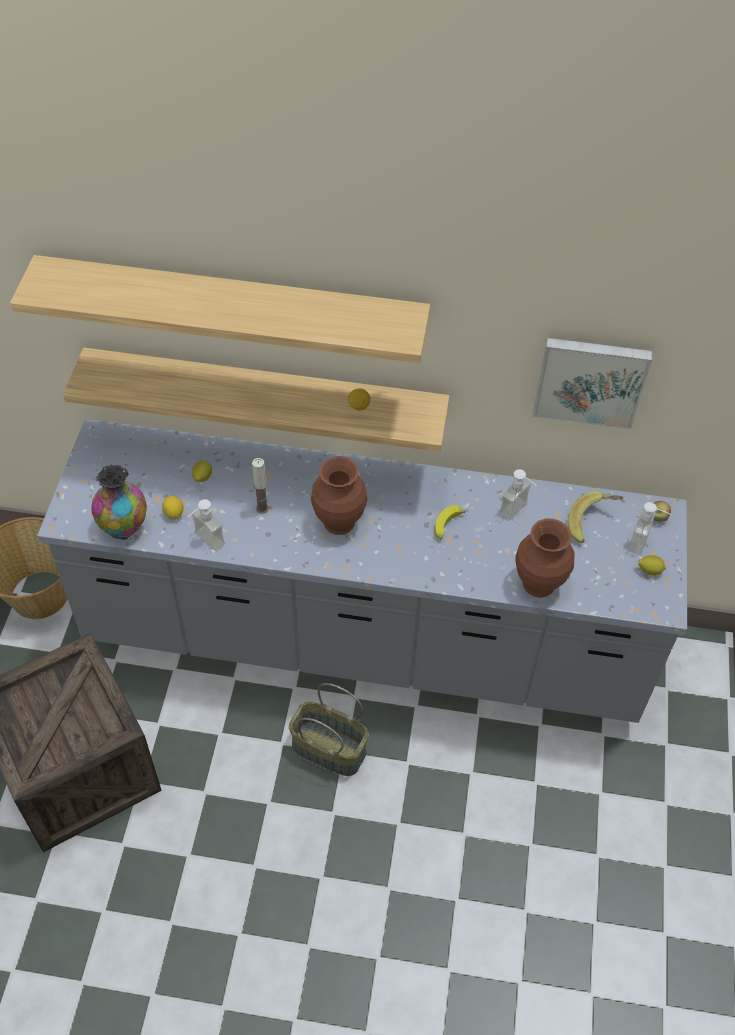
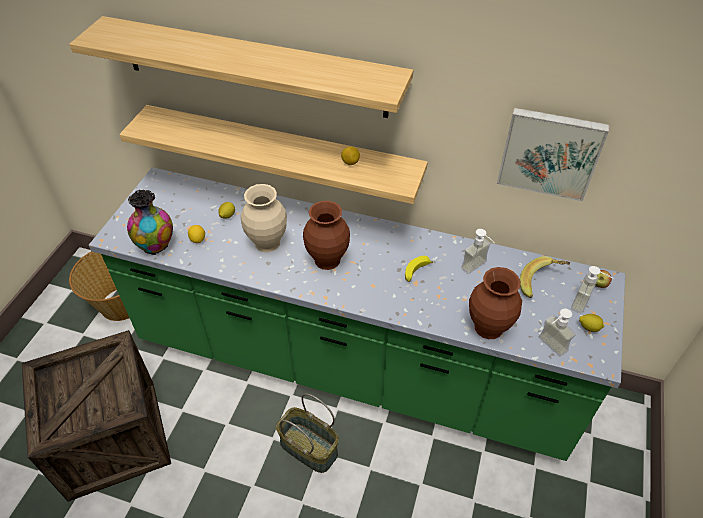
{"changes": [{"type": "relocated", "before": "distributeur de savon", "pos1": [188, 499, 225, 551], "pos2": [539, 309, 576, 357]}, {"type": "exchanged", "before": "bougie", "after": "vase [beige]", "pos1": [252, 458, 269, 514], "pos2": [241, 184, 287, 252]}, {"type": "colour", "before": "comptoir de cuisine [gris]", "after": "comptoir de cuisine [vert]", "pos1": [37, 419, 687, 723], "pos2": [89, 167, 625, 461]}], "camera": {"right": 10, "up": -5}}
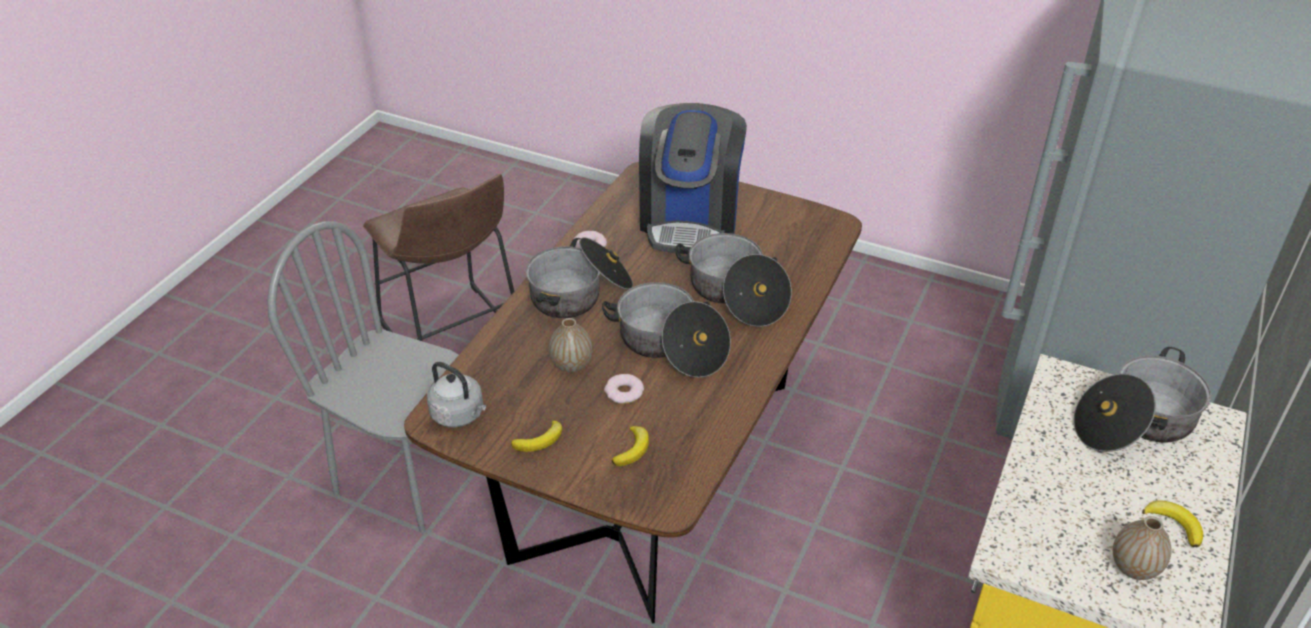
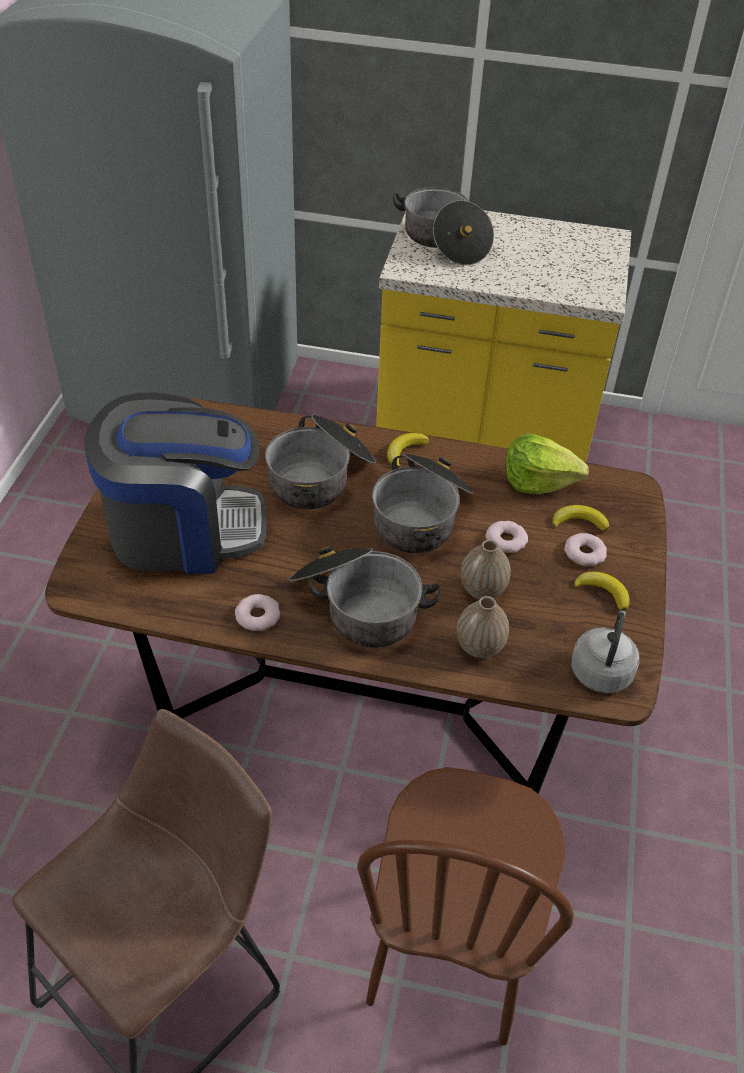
{"changes": [{"type": "appeared", "after": "laitue", "pos2": [505, 434, 589, 494]}, {"type": "appeared", "after": "beignet", "pos2": [564, 533, 607, 566]}, {"type": "relocated", "before": "vase", "pos1": [1113, 516, 1172, 580], "pos2": [457, 596, 509, 658]}, {"type": "relocated", "before": "banane", "pos1": [1142, 500, 1203, 547], "pos2": [387, 433, 429, 469]}, {"type": "colour", "before": "chaise [gris]", "after": "chaise [marron]", "pos1": [267, 221, 459, 533], "pos2": [357, 767, 574, 1046]}], "camera": {"right": -105, "up": 5}}
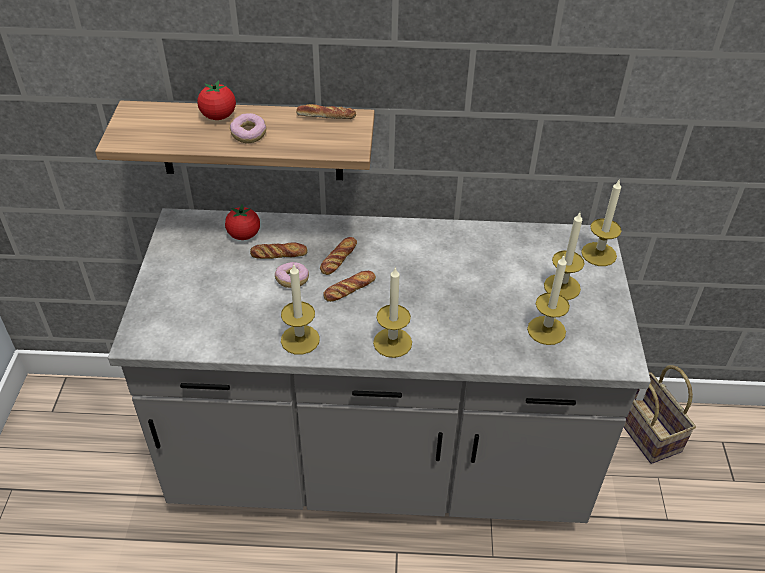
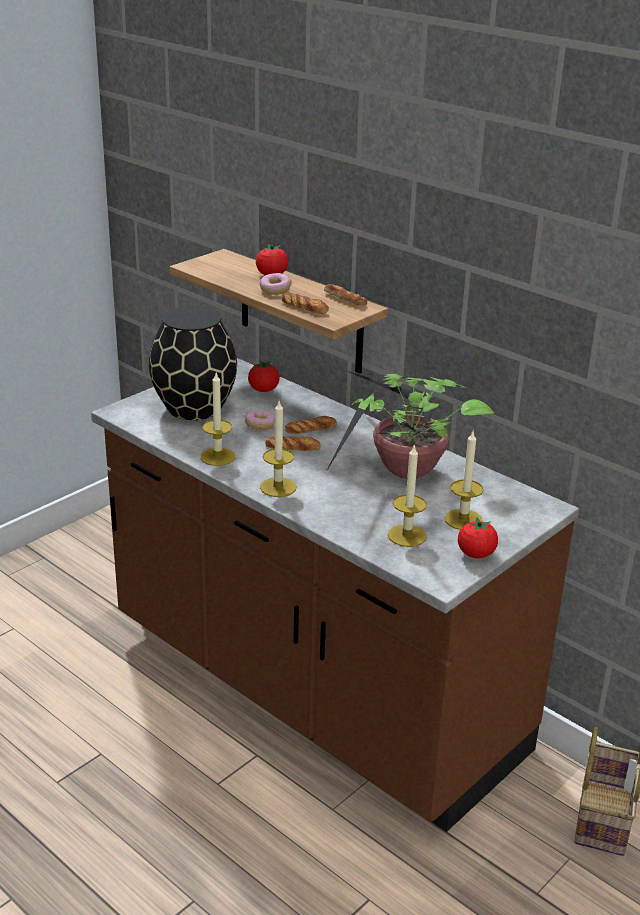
{"changes": [{"type": "missing", "before": "bougie", "pos1": [581, 180, 622, 266]}, {"type": "appeared", "after": "vase [noir]", "pos2": [149, 306, 237, 420]}, {"type": "appeared", "after": "plante en pot", "pos2": [327, 370, 494, 479]}, {"type": "appeared", "after": "tomate", "pos2": [458, 517, 498, 558]}, {"type": "relocated", "before": "pain", "pos1": [250, 243, 308, 259], "pos2": [282, 292, 329, 314]}, {"type": "colour", "before": "comptoir de cuisine [gris]", "after": "comptoir de cuisine [marron]", "pos1": [108, 208, 651, 523], "pos2": [91, 358, 579, 832]}], "camera": {"right": 40, "up": -15}}
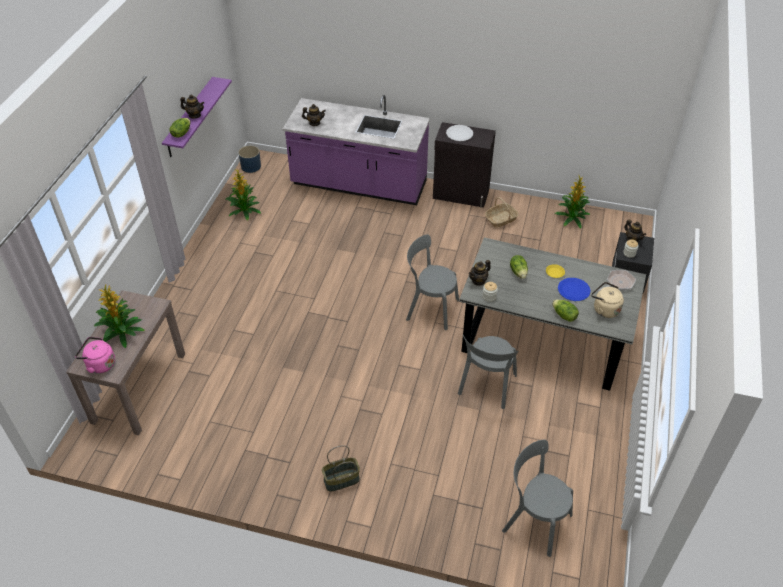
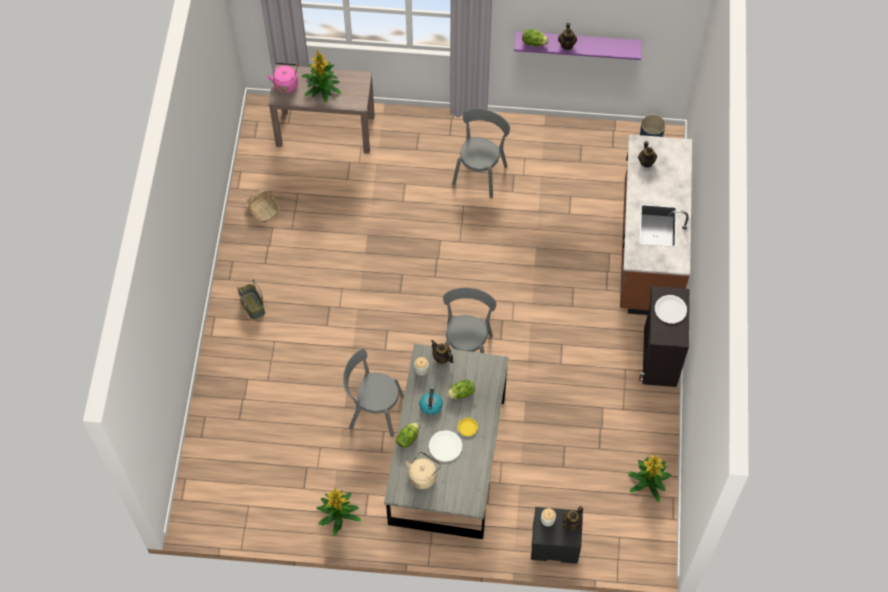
{"changes": [{"type": "missing", "before": "poêle", "pos1": [597, 270, 636, 292]}, {"type": "appeared", "after": "bouilloire", "pos2": [419, 387, 443, 415]}, {"type": "relocated", "before": "plante en pot", "pos1": [225, 169, 261, 221], "pos2": [316, 488, 361, 537]}, {"type": "relocated", "before": "panier", "pos1": [485, 197, 518, 227], "pos2": [245, 190, 280, 223]}, {"type": "relocated", "before": "chaise [gris]", "pos1": [502, 440, 573, 557], "pos2": [452, 109, 510, 198]}, {"type": "colour", "before": "comptoir de cuisine [violet]", "after": "comptoir de cuisine [marron]", "pos1": [283, 95, 430, 205], "pos2": [620, 135, 692, 315]}, {"type": "colour", "before": "assiette [bleu]", "after": "assiette [blanc]", "pos1": [558, 278, 591, 301], "pos2": [429, 430, 462, 462]}], "camera": {"right": 80, "up": 15}}
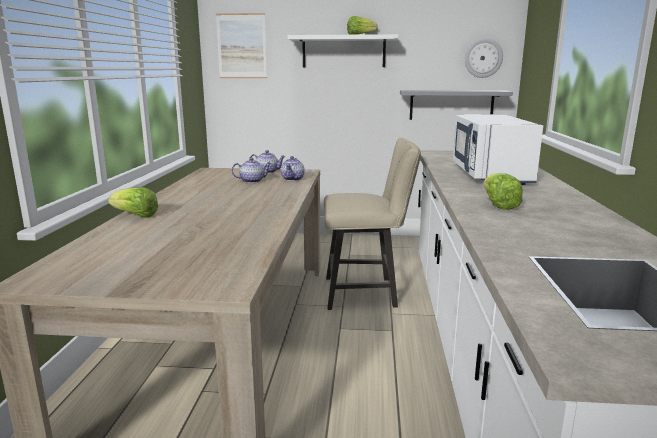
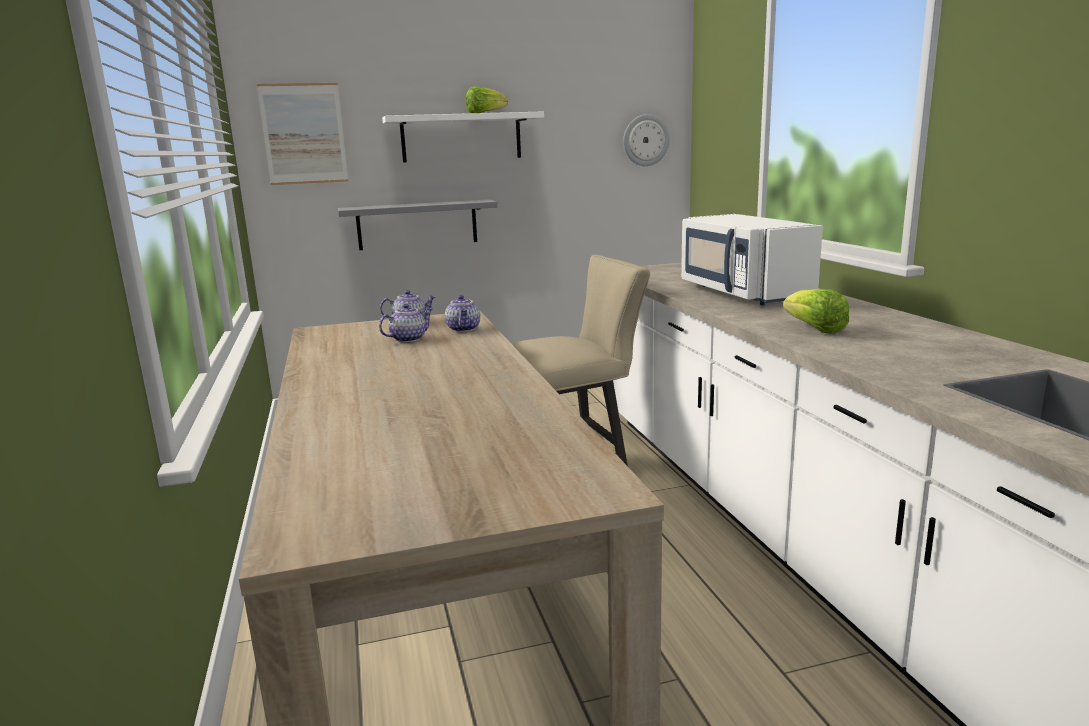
{"changes": [{"type": "missing", "before": "laitue", "pos1": [108, 187, 158, 218]}, {"type": "relocated", "before": "étagère [gris]", "pos1": [400, 90, 513, 120], "pos2": [338, 199, 498, 250]}], "camera": {"right": -20, "up": 0}}
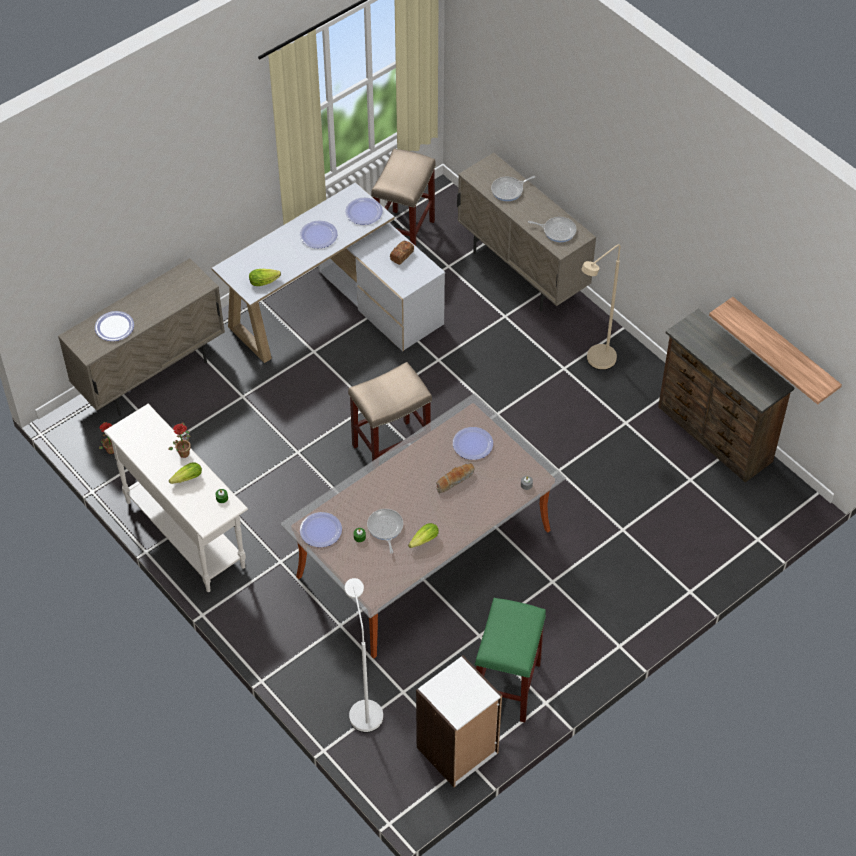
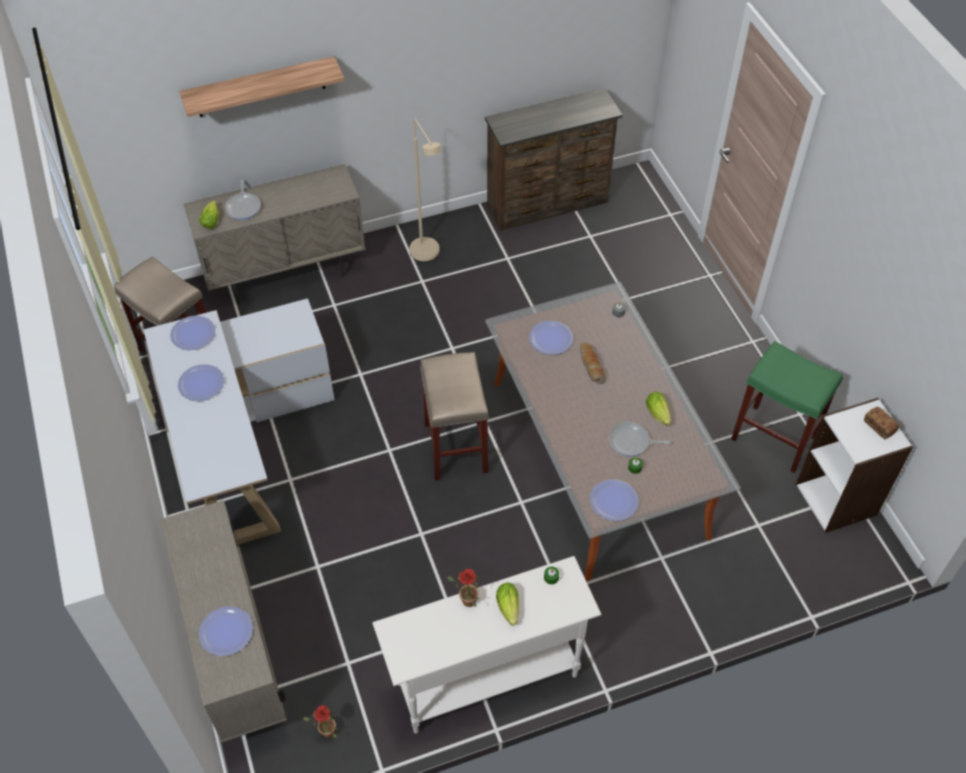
{"changes": [{"type": "missing", "before": "lampadaire [blanc]", "pos1": [344, 578, 383, 733]}, {"type": "missing", "before": "poêle", "pos1": [528, 217, 576, 242]}, {"type": "relocated", "before": "laitue", "pos1": [249, 269, 281, 286], "pos2": [200, 200, 219, 229]}, {"type": "relocated", "before": "pain", "pos1": [390, 241, 414, 265], "pos2": [864, 407, 899, 439]}, {"type": "relocated", "before": "étagère", "pos1": [709, 297, 842, 405], "pos2": [179, 56, 345, 117]}], "camera": {"right": -70, "up": 0}}
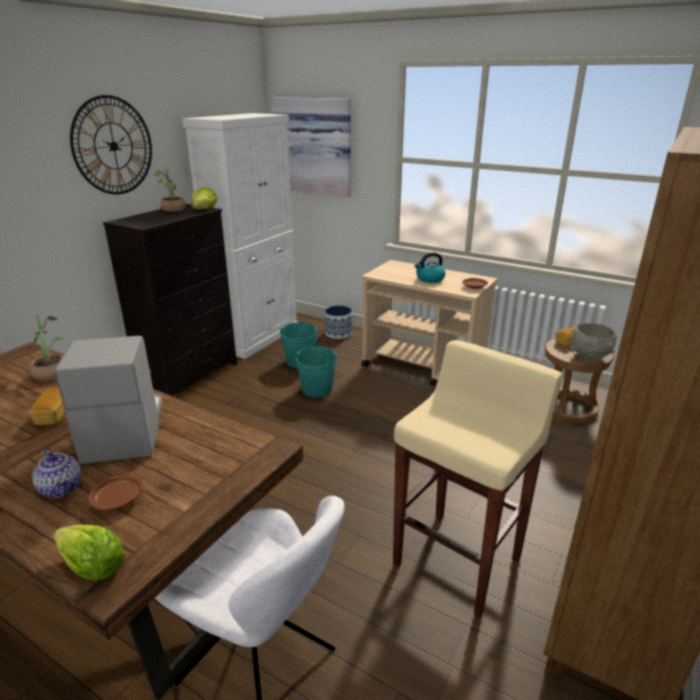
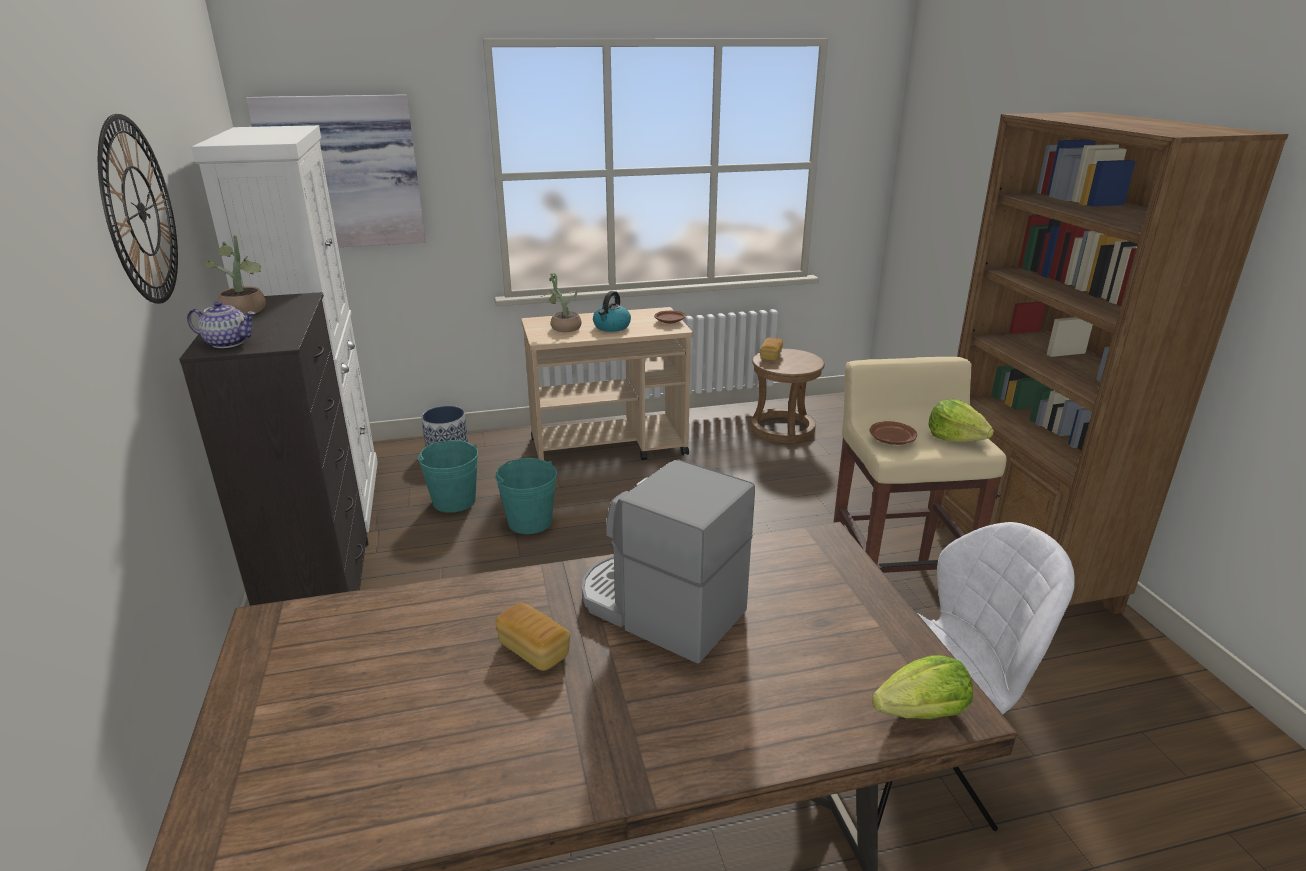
{"changes": [{"type": "missing", "before": "bol [gris]", "pos1": [571, 323, 618, 361]}, {"type": "relocated", "before": "plante en pot", "pos1": [30, 314, 63, 381], "pos2": [541, 273, 582, 332]}, {"type": "relocated", "before": "théière", "pos1": [33, 448, 82, 498], "pos2": [187, 301, 256, 348]}, {"type": "relocated", "before": "assiette [marron]", "pos1": [88, 474, 143, 510], "pos2": [870, 421, 917, 445]}, {"type": "relocated", "before": "laitue", "pos1": [192, 188, 217, 210], "pos2": [928, 399, 994, 442]}], "camera": {"right": -45, "up": 0}}
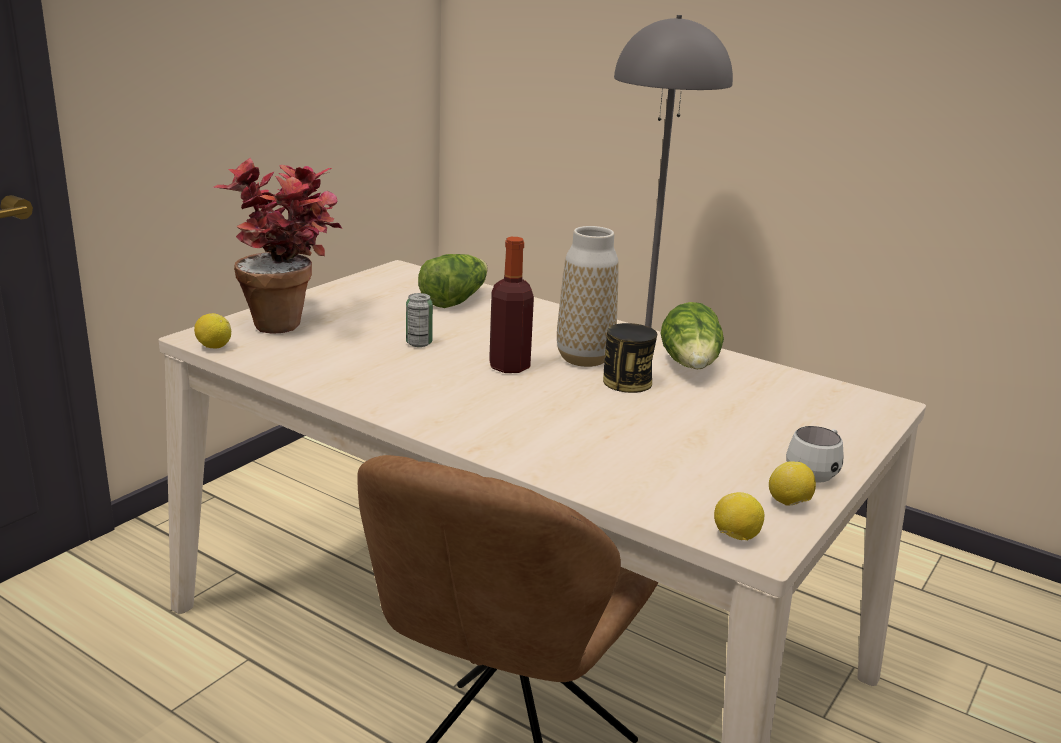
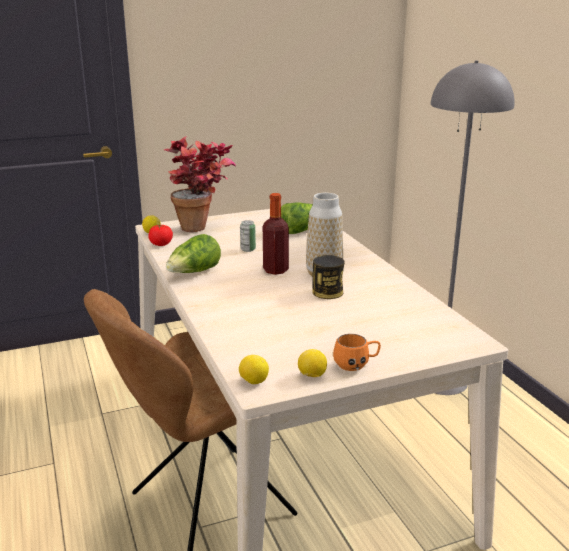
{"changes": [{"type": "appeared", "after": "tomate", "pos2": [148, 225, 173, 246]}, {"type": "relocated", "before": "laitue", "pos1": [660, 302, 724, 369], "pos2": [166, 234, 221, 273]}, {"type": "colour", "before": "mug [blanc]", "after": "mug [orange]", "pos1": [786, 426, 843, 483], "pos2": [333, 334, 381, 371]}], "camera": {"right": 35, "up": 0}}
